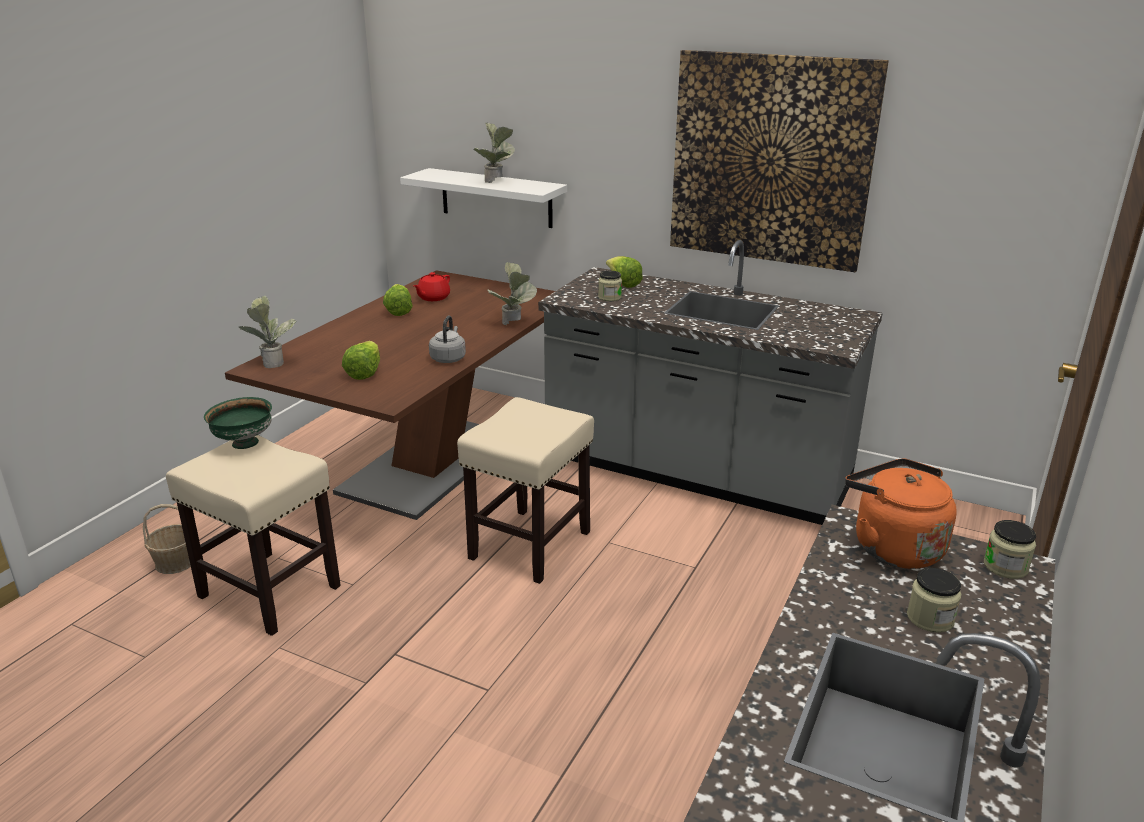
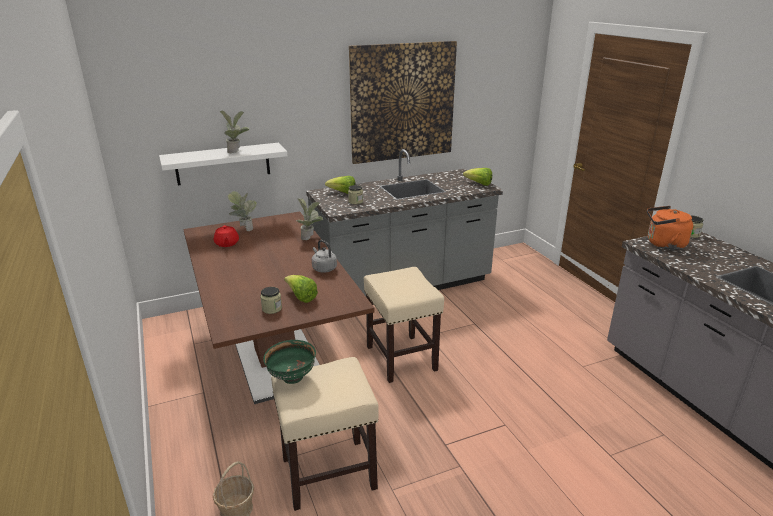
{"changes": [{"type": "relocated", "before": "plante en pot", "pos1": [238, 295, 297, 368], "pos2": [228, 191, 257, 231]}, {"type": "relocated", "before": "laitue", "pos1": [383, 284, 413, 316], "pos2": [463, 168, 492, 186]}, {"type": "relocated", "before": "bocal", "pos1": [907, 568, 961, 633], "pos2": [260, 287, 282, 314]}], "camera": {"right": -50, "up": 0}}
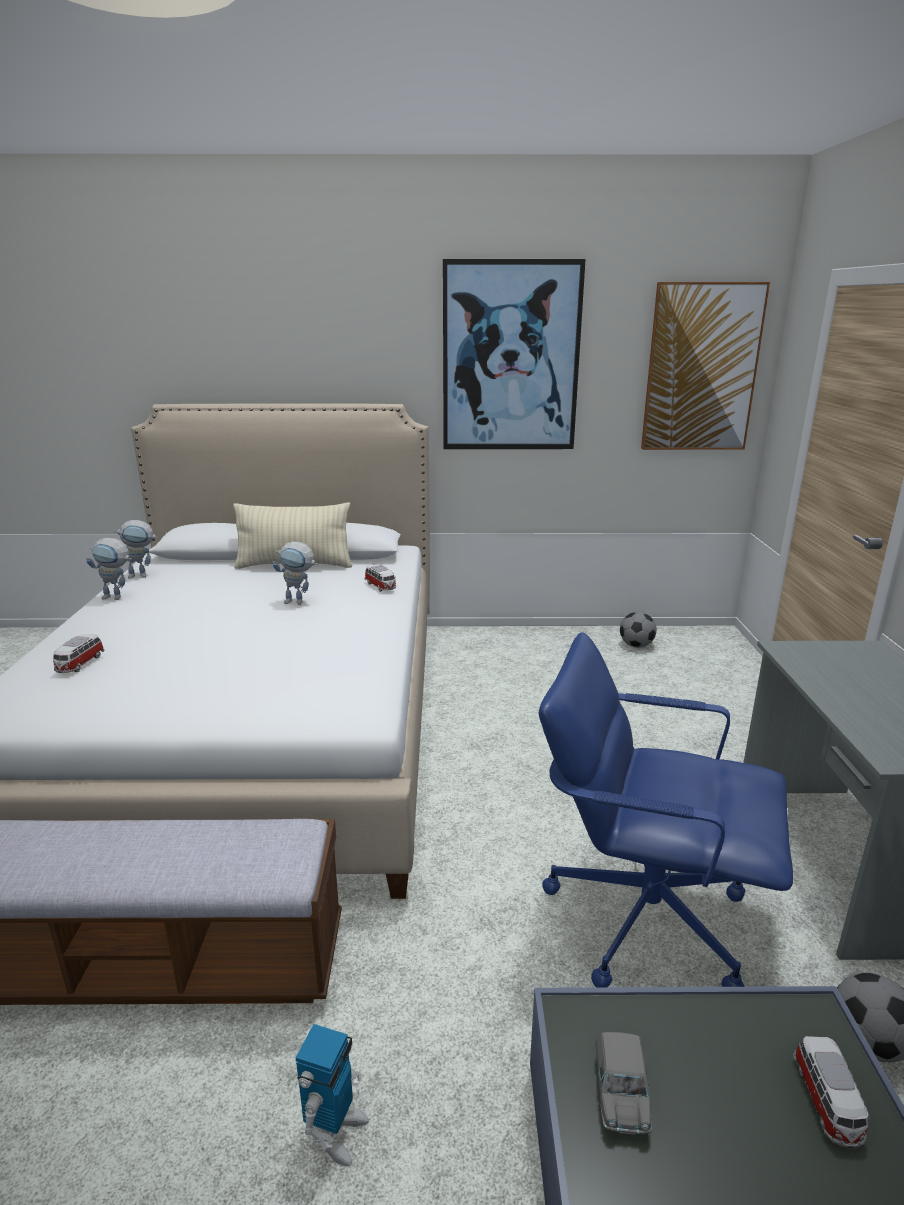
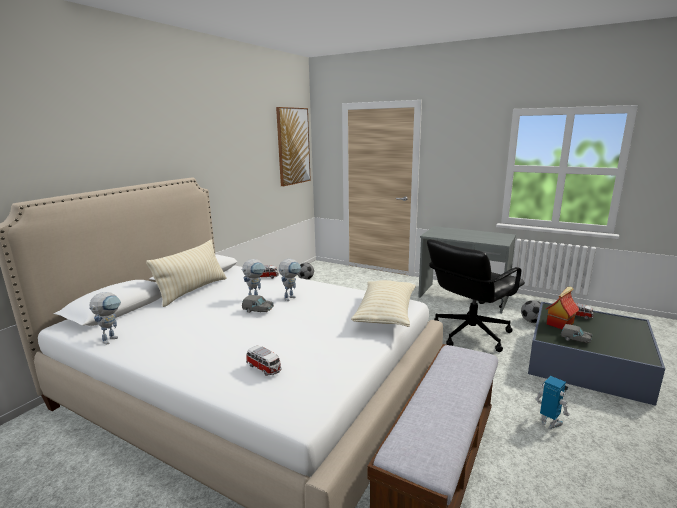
{"changes": [{"type": "missing", "before": "tableau", "pos1": [443, 259, 586, 449]}, {"type": "appeared", "after": "petite voiture [gris]", "pos2": [242, 295, 274, 313]}, {"type": "appeared", "after": "coussin [beige]", "pos2": [351, 280, 415, 327]}, {"type": "appeared", "after": "maison miniature", "pos2": [546, 286, 579, 329]}, {"type": "relocated", "before": "robot jouet", "pos1": [86, 538, 132, 600], "pos2": [279, 259, 301, 301]}, {"type": "colour", "before": "chaise de bureau [bleu]", "after": "chaise de bureau [noir]", "pos1": [538, 632, 793, 987], "pos2": [427, 240, 525, 352]}], "camera": {"right": -60, "up": -5}}
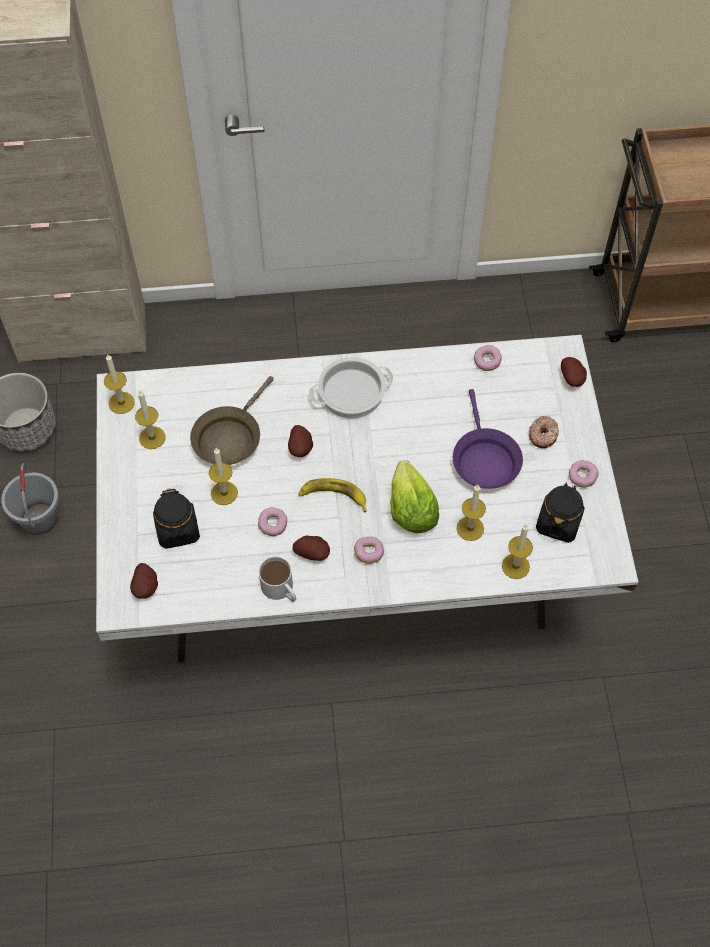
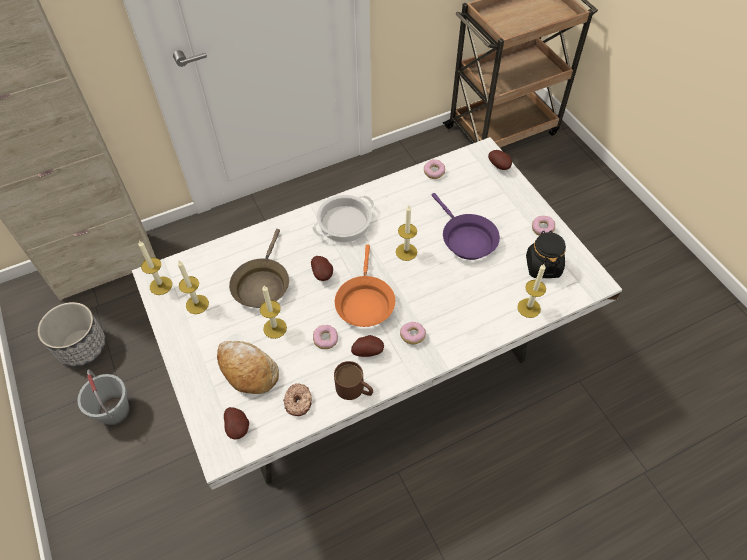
{"changes": [{"type": "missing", "before": "laitue", "pos1": [390, 460, 439, 533]}, {"type": "relocated", "before": "bougie", "pos1": [457, 485, 486, 541], "pos2": [396, 206, 417, 261]}, {"type": "relocated", "before": "beignet", "pos1": [529, 416, 559, 448], "pos2": [283, 383, 312, 416]}, {"type": "exchanged", "before": "bocal [noir]", "after": "pain", "pos1": [153, 489, 200, 549], "pos2": [217, 341, 279, 394]}, {"type": "exchanged", "before": "banane", "after": "poêle [orange]", "pos1": [298, 478, 367, 512], "pos2": [335, 244, 395, 327]}, {"type": "colour", "before": "mug [blanc]", "after": "mug [marron]", "pos1": [259, 557, 296, 602], "pos2": [334, 361, 373, 400]}], "camera": {"right": -20, "up": -5}}
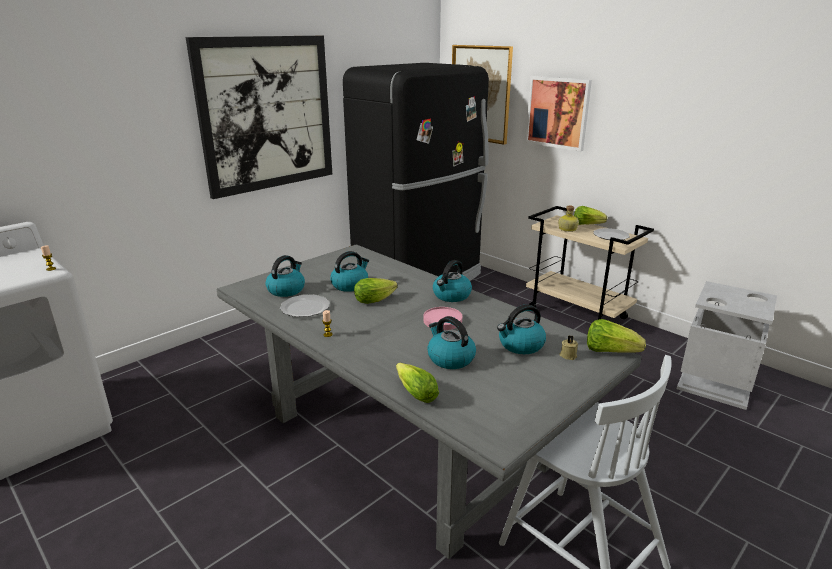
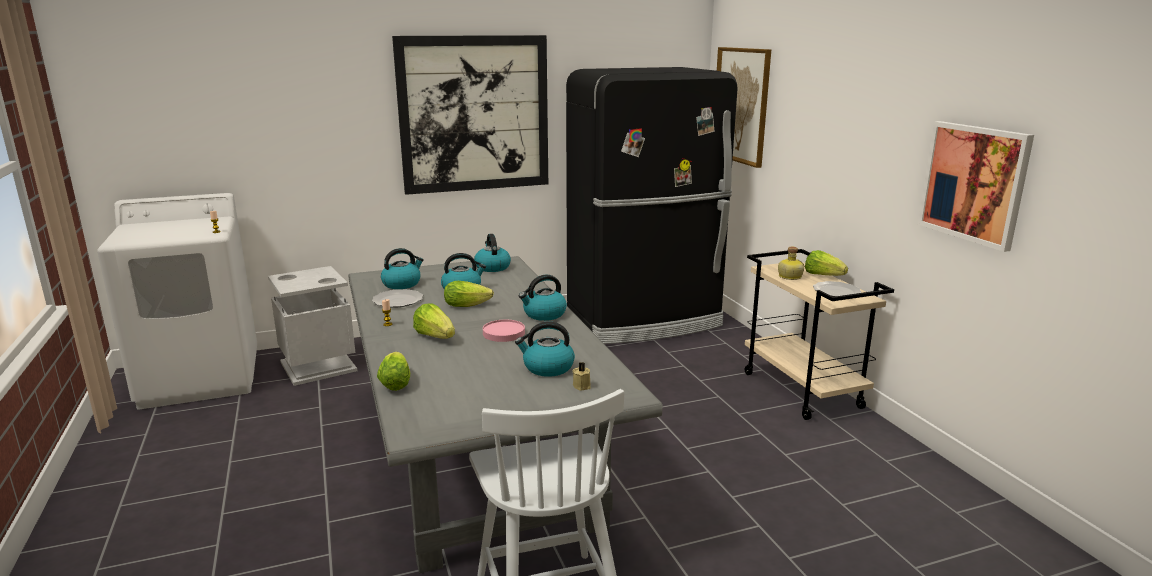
{"changes": [{"type": "relocated", "before": "bouilloire", "pos1": [427, 316, 476, 369], "pos2": [474, 234, 511, 272]}, {"type": "relocated", "before": "tableau", "pos1": [525, 76, 592, 151], "pos2": [918, 121, 1034, 252]}, {"type": "relocated", "before": "laitue", "pos1": [587, 319, 646, 353], "pos2": [413, 303, 455, 339]}, {"type": "relocated", "before": "poubelle [gris]", "pos1": [676, 281, 777, 410], "pos2": [268, 266, 357, 386]}], "camera": {"right": 25, "up": -5}}
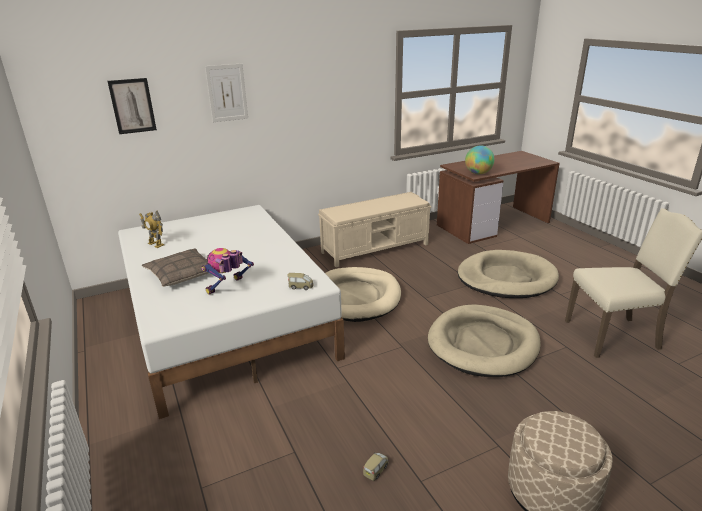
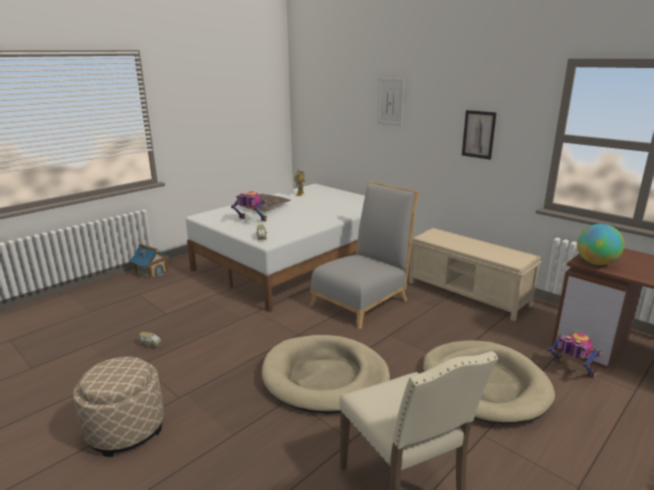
{"changes": [{"type": "appeared", "after": "maison miniature", "pos2": [130, 244, 170, 279]}, {"type": "appeared", "after": "robot jouet", "pos2": [548, 333, 602, 378]}, {"type": "relocated", "before": "tableau", "pos1": [107, 78, 157, 134], "pos2": [462, 110, 497, 160]}, {"type": "exchanged", "before": "panier pour chien [beige]", "after": "chaise [gris]", "pos1": [325, 267, 401, 322], "pos2": [309, 181, 419, 329]}], "camera": {"right": 70, "up": -5}}
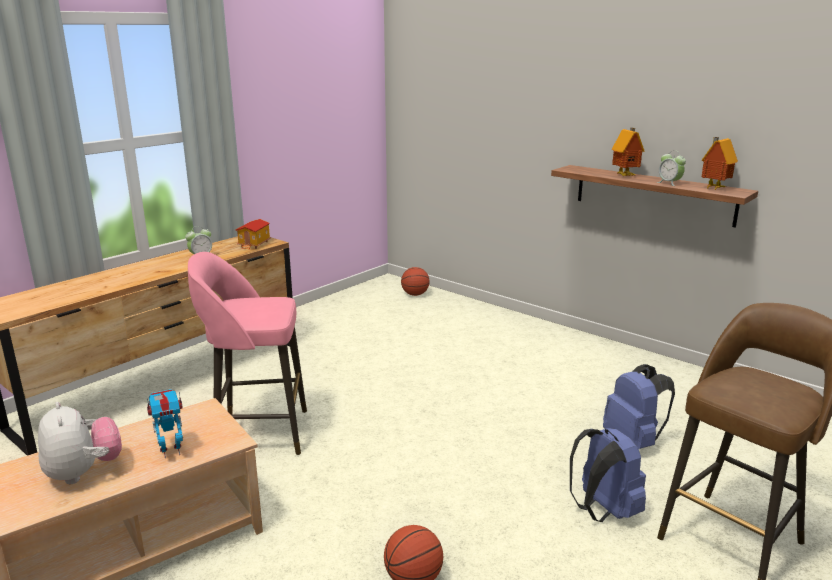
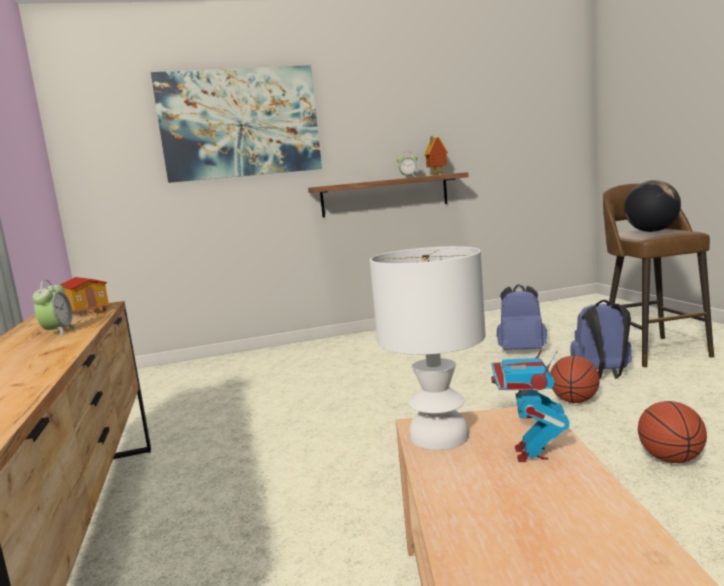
{"changes": [{"type": "missing", "before": "peluche", "pos1": [38, 402, 122, 484]}, {"type": "missing", "before": "tabouret [rose]", "pos1": [188, 252, 307, 455]}, {"type": "missing", "before": "maison miniature", "pos1": [612, 128, 644, 176]}, {"type": "appeared", "after": "tableau", "pos2": [151, 65, 322, 183]}, {"type": "appeared", "after": "lampe de table [blanc]", "pos2": [370, 246, 486, 450]}, {"type": "appeared", "after": "globe", "pos2": [624, 180, 681, 232]}, {"type": "relocated", "before": "ballon de basket", "pos1": [401, 267, 430, 296], "pos2": [550, 356, 600, 403]}], "camera": {"right": -55, "up": -10}}
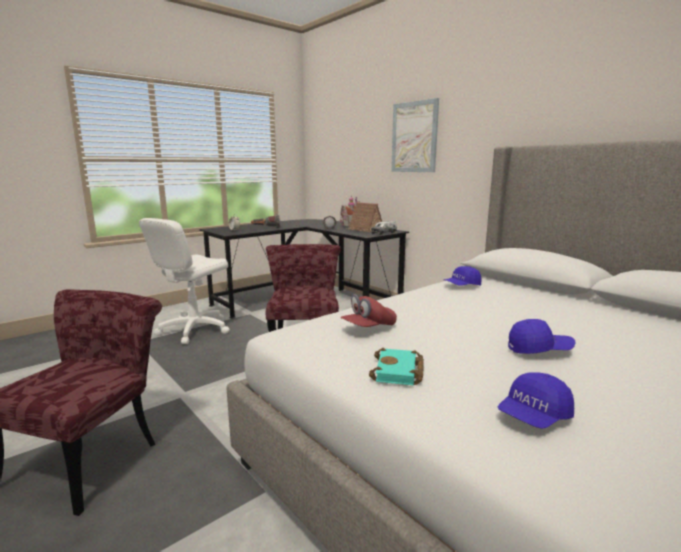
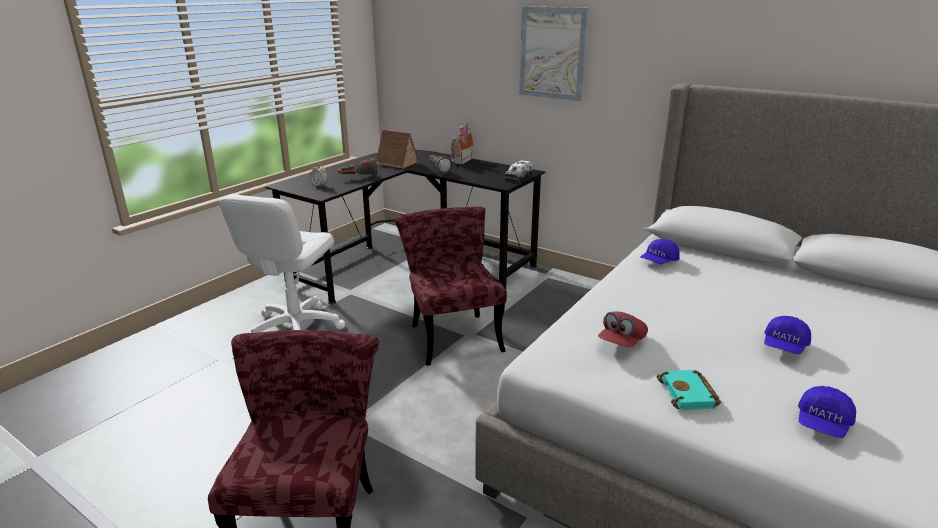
{"changes": [{"type": "relocated", "before": "maison miniature", "pos1": [348, 202, 382, 232], "pos2": [376, 129, 419, 169]}, {"type": "spun", "before": "casquette [bleu]", "pos1": [508, 319, 576, 354], "pos2": [764, 316, 811, 354], "turn": 135}], "camera": {"right": -15, "up": 10}}
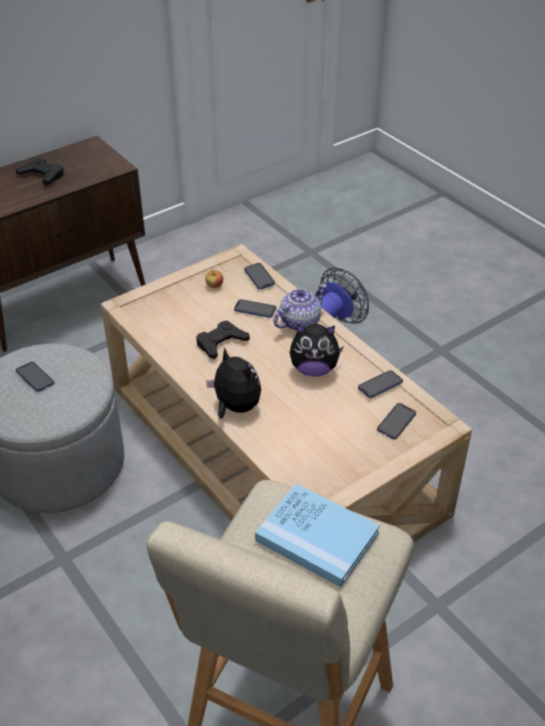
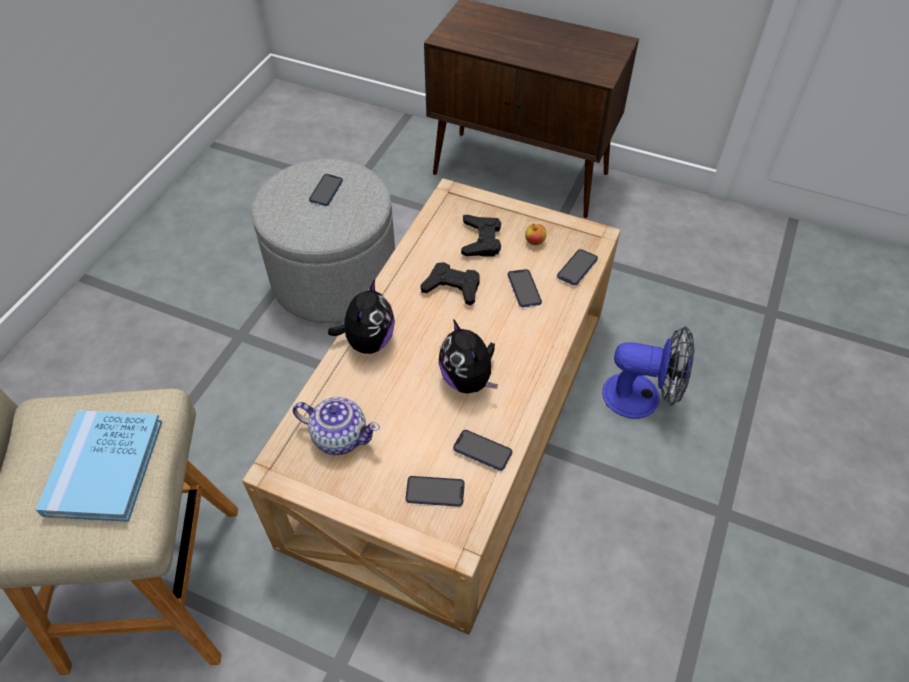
{"changes": [{"type": "relocated", "before": "manette [noir]", "pos1": [16, 158, 64, 185], "pos2": [461, 215, 501, 256]}, {"type": "relocated", "before": "théière", "pos1": [273, 284, 327, 331], "pos2": [293, 397, 380, 455]}], "camera": {"right": 60, "up": 10}}
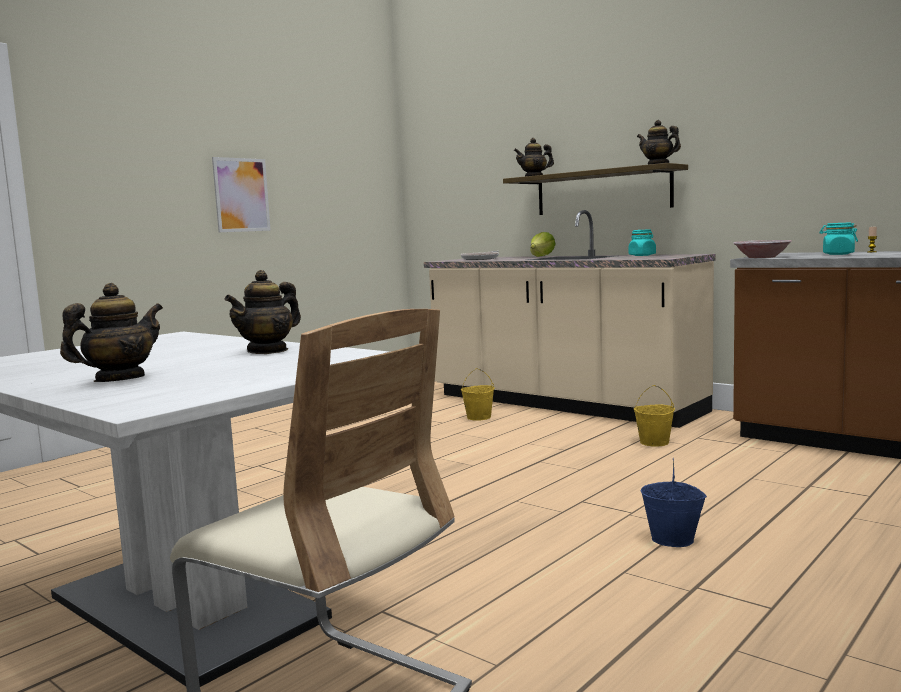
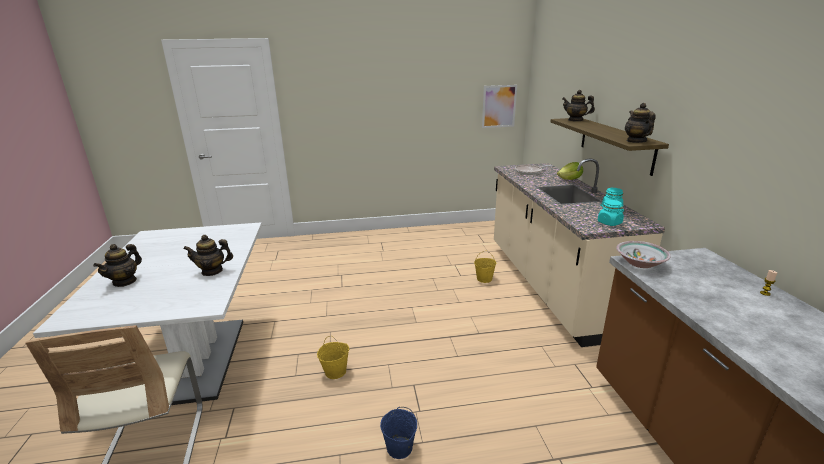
{"changes": [{"type": "relocated", "before": "tableau", "pos1": [212, 157, 271, 232], "pos2": [482, 85, 517, 128]}, {"type": "relocated", "before": "seau [jaune]", "pos1": [634, 385, 675, 447], "pos2": [317, 336, 349, 379]}, {"type": "relocated", "before": "bocal [turquoise]", "pos1": [819, 222, 858, 255], "pos2": [598, 200, 624, 226]}, {"type": "spun", "before": "théière", "pos1": [60, 283, 163, 382], "pos2": [93, 244, 142, 287], "turn": 120}], "camera": {"right": 40, "up": 15}}
